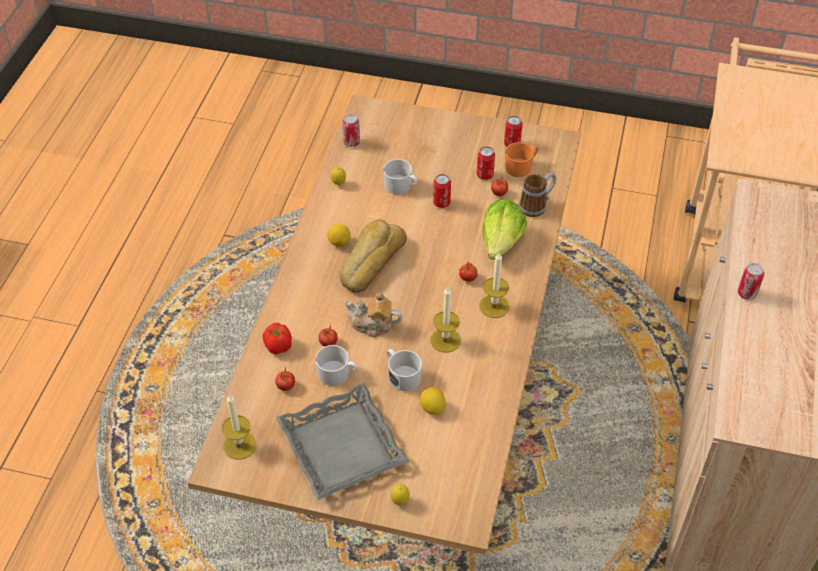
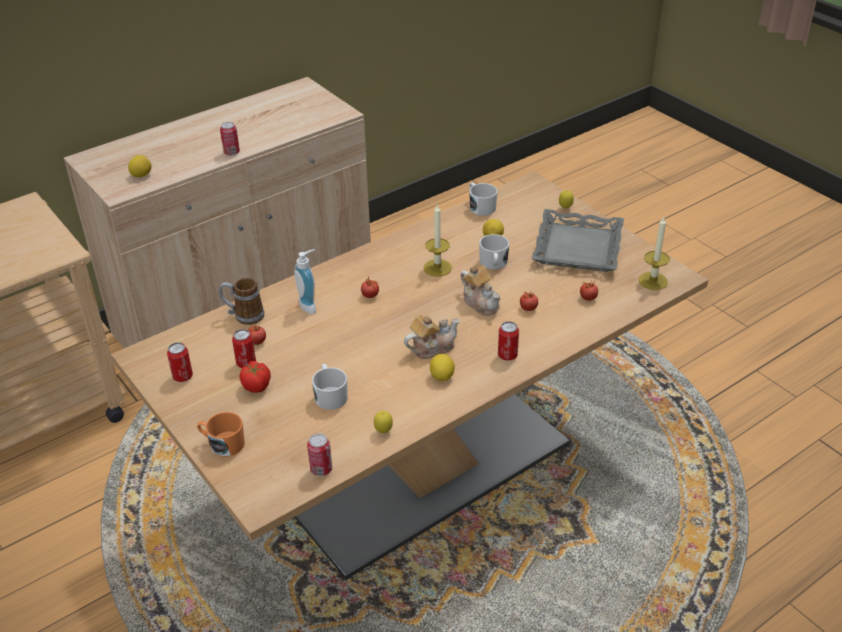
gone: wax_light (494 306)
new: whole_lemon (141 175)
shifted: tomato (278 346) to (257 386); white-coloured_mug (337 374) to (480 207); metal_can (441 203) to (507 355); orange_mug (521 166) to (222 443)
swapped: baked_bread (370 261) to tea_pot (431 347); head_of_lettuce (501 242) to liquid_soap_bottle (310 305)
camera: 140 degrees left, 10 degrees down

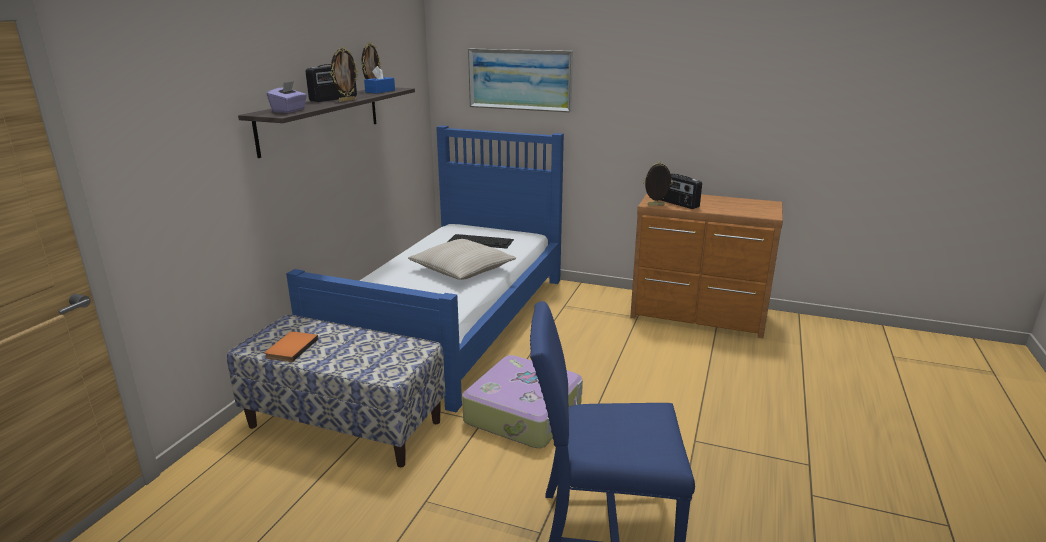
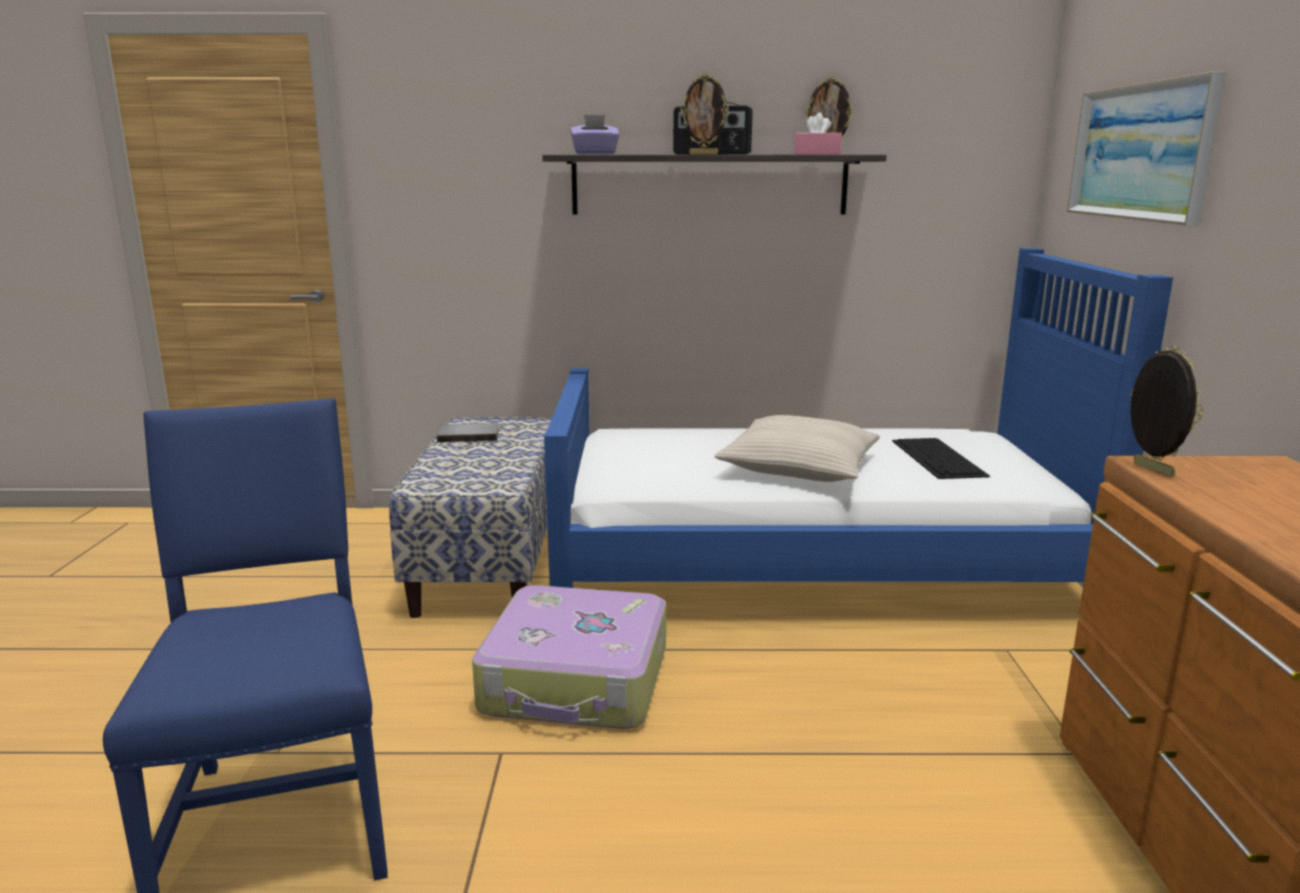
gone: radio_set (677 203)
repainted: orange_volume (290 348) to gray_volume (469 435); blue-coloured_box_of_tissues (380 91) to pink-coloured_box_of_tissues (817 154)
camera: 70 degrees right, 5 degrees down

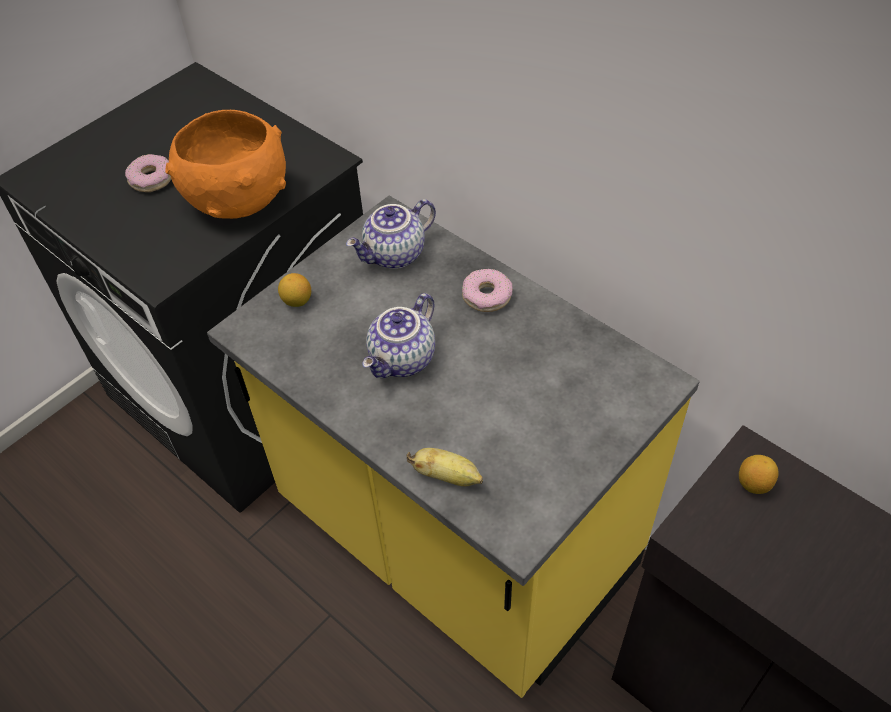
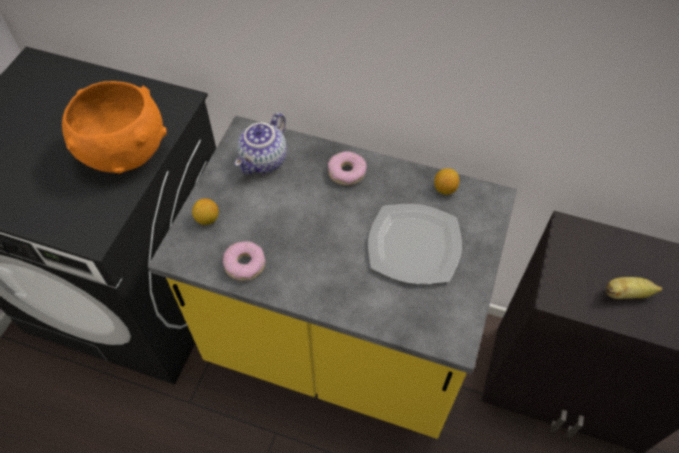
gone: tea_pot (403 360)
new: dinner_plate (415 244)
shifted: ring_doughnut (151 179) to (244 264); whole_banana (447 476) to (626 294); whole_lemon (753 484) to (445 189)
camera: 25 degrees left, 5 degrees up

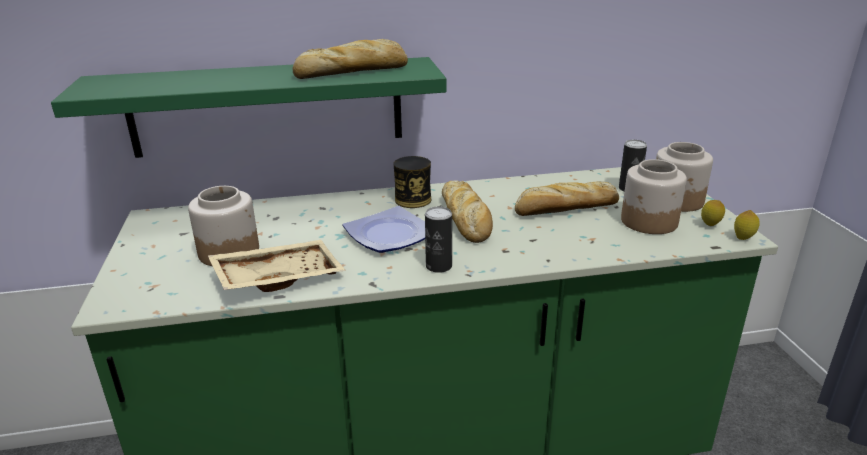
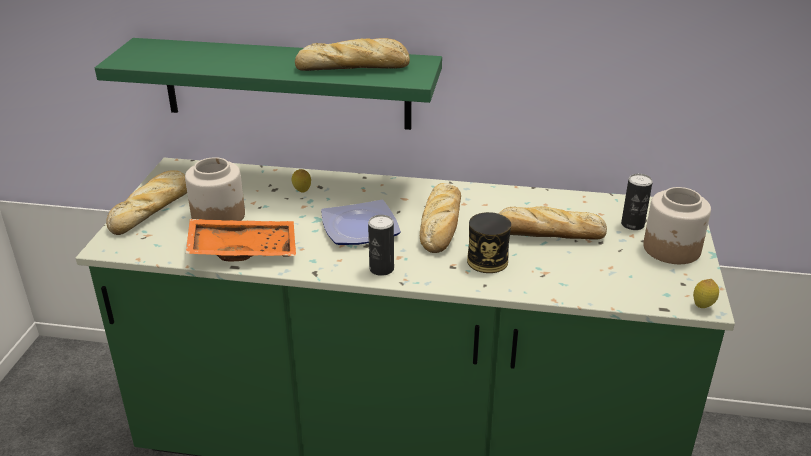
gone: jar (649 222)
new: baked_bread (153 208)
shifted: metal_can (413 200) to (487 261); whole_lemon (710 226) to (302 192)
repainted: beige_tray (278 277) to orange_tray (243 249)
camera: 20 degrees right, 5 degrees up

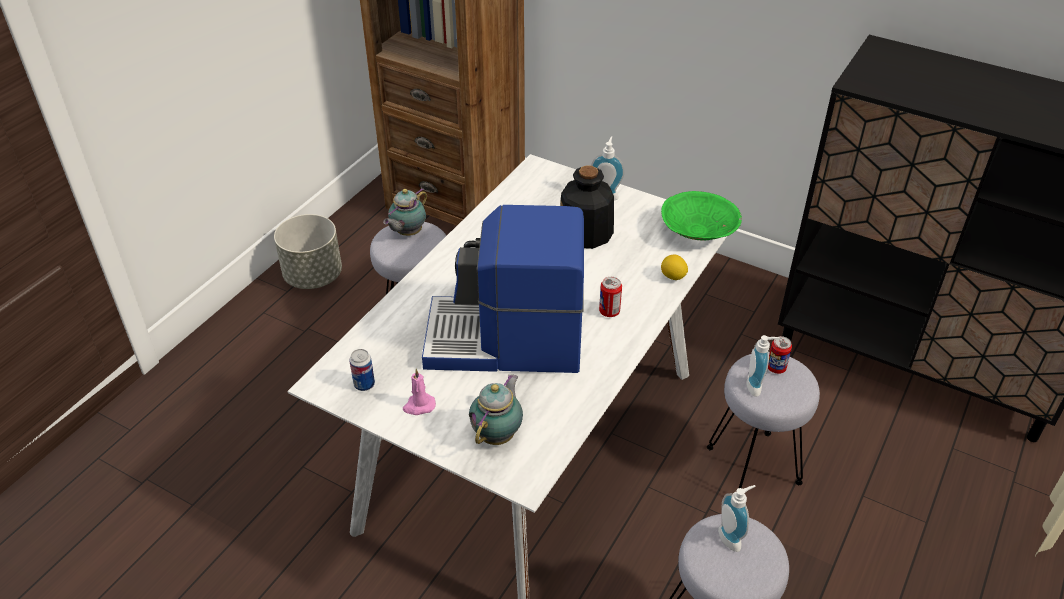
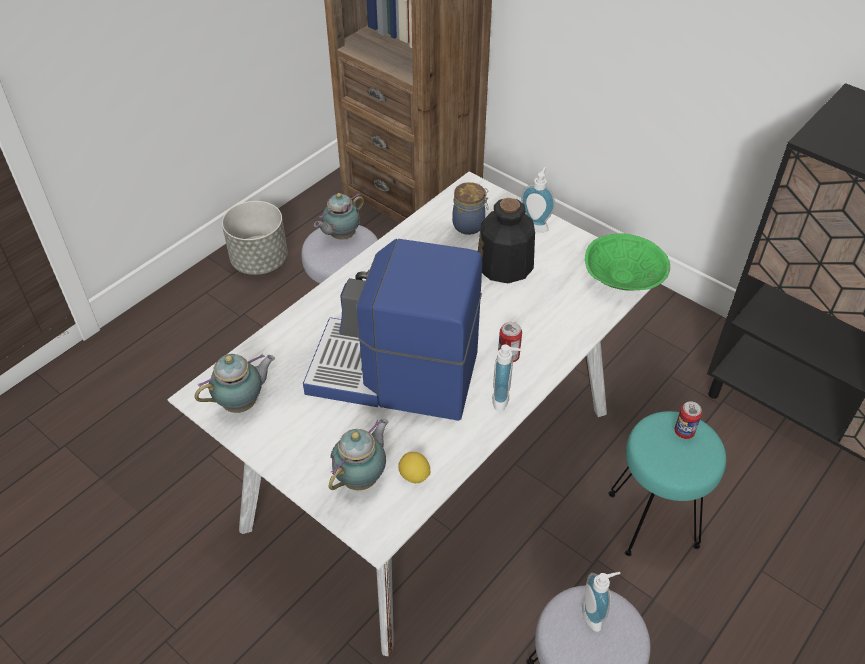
gone: pink-coloured_wax_light (419 406)
new: jar (470 225)
shifted: whole_lemon (673 277) to (414 476); liquid_soap_bottle (757 386) to (504 399)
swapped: metal_can (364 384) to tea_pot (243 403)
repainted: gray_stool_seat (753 466) to turquoise-coloured_stool_seat (652 521)
camera: 10 degrees right, 5 degrees up

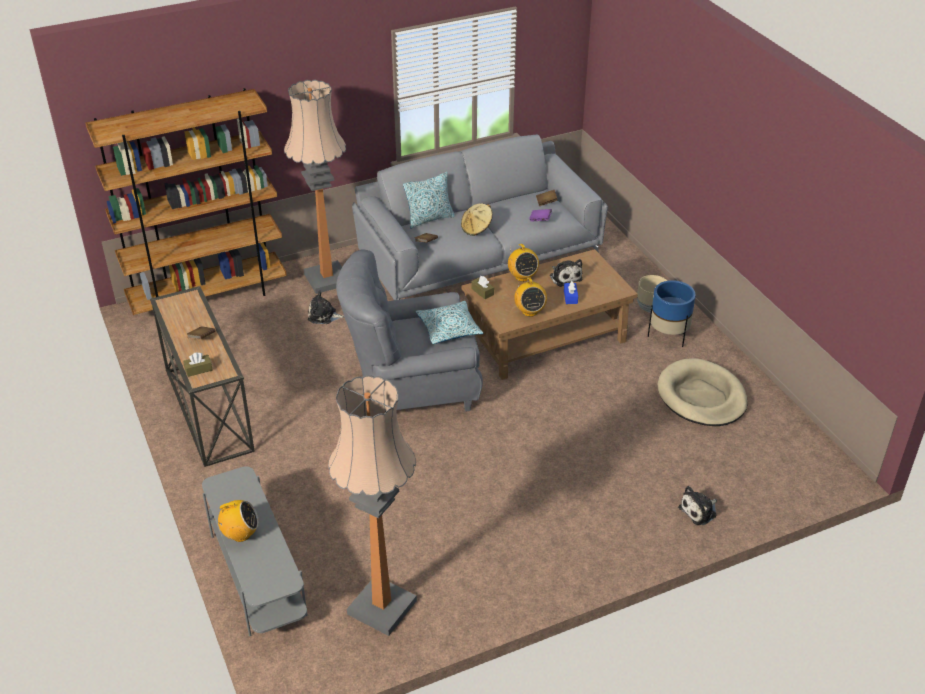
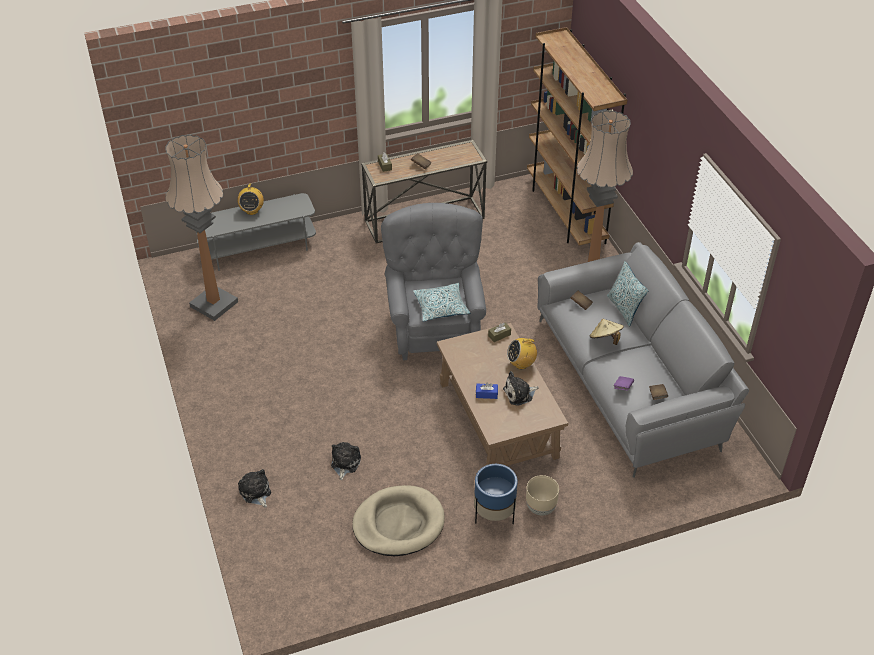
gone: radio_set (529 311)
shifted: soft_toy (324 316) to (345 463)
camera: 95 degrees right, 5 degrees up

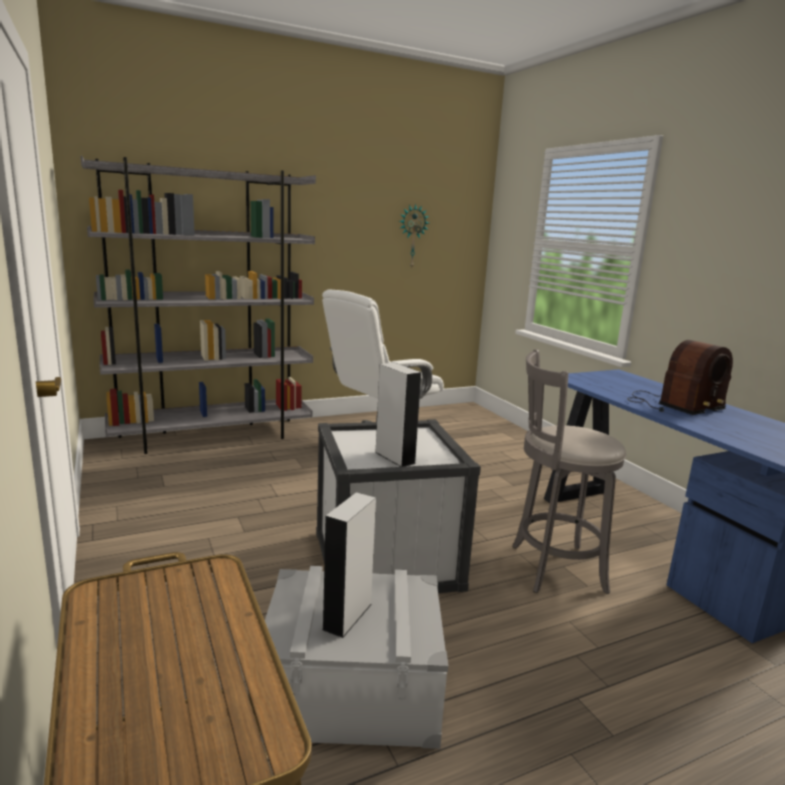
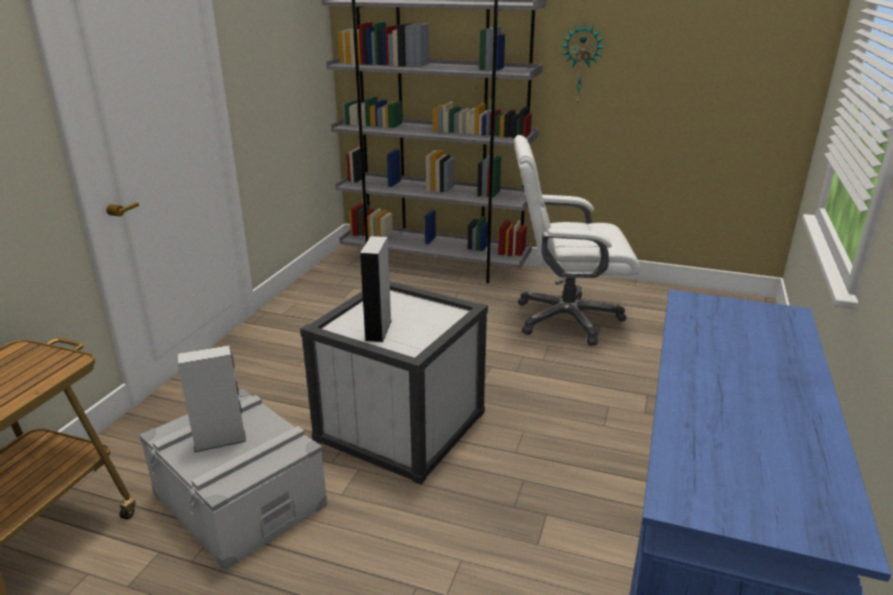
gone: gray_stool_seat (552 568); radio_set (673 405)
shifted: wall_clock (412 236) to (581 64)
camera: 45 degrees right, 10 degrees up

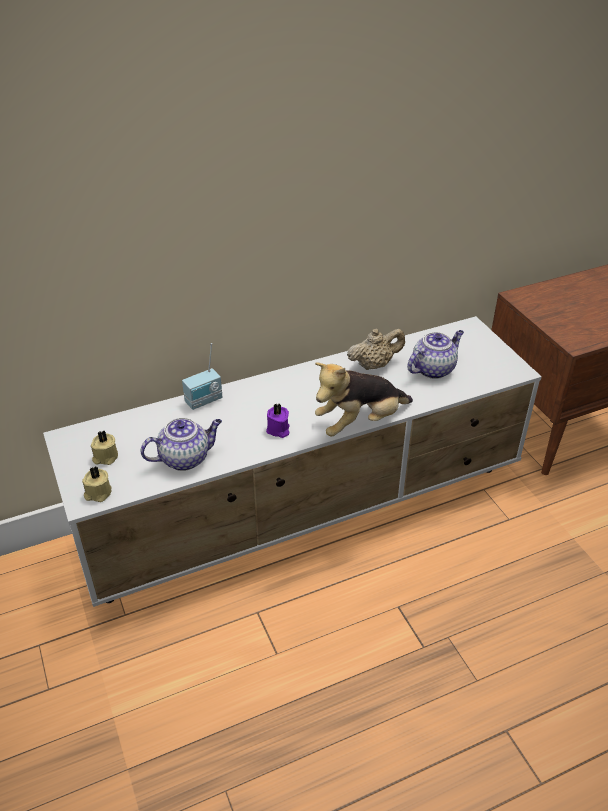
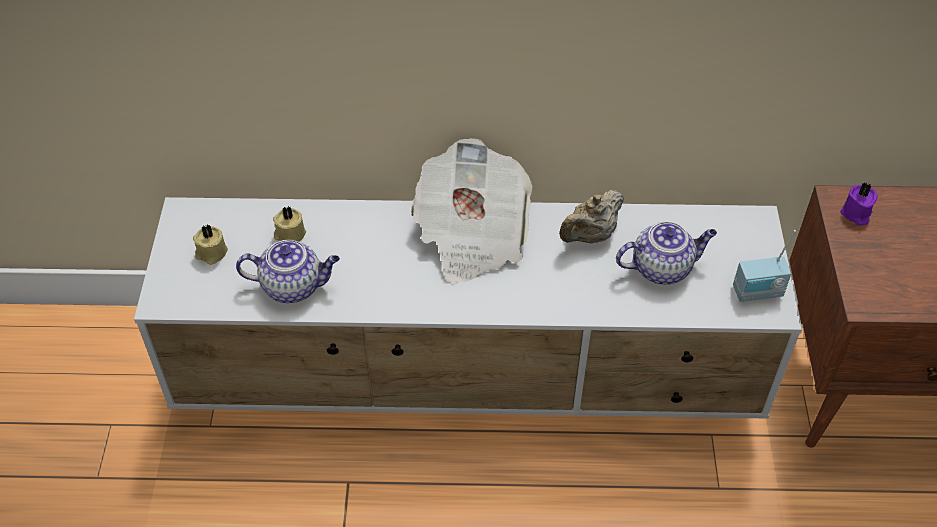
gone: soft_toy (360 423)
new: newspaper (471 235)
shifted: beige_wax_light (98 493) to (289 234); radio_set (204 401) to (758 293); purple-coloured_wax_light (278 430) to (856 214)
rotated: beige_tea_pot (374 365) = (590 236) 135 degrees clockwise
camera: 25 degrees right, 10 degrees up

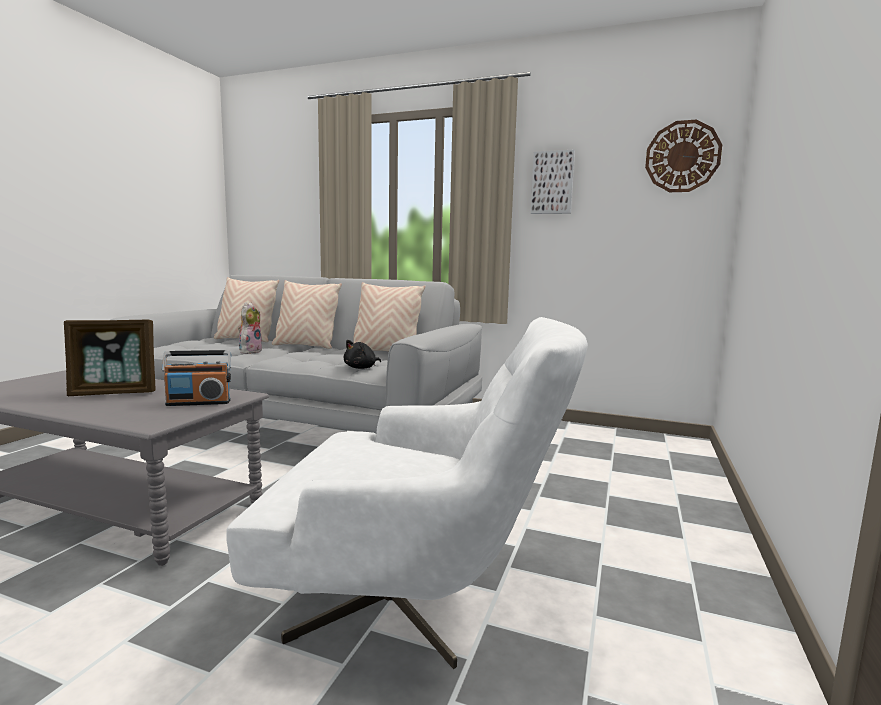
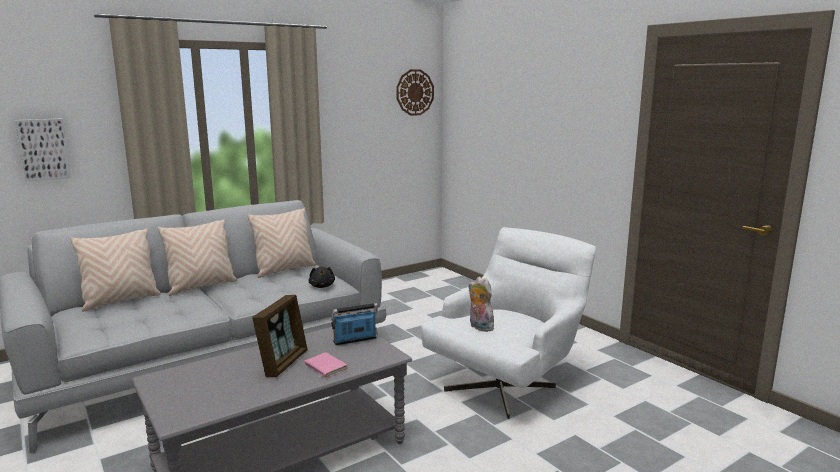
new: pink-coloured_volume (324 368)
shifted: soft_toy (250 351) to (479 327); wall_picture (552 183) to (43 149)
rotated: radio_set (199 403) = (355 340) 135 degrees counterclockwise
camera: 55 degrees left, 5 degrees up

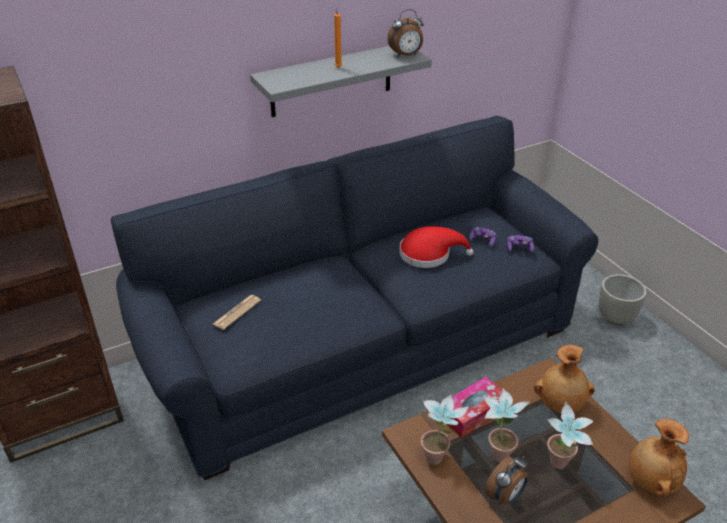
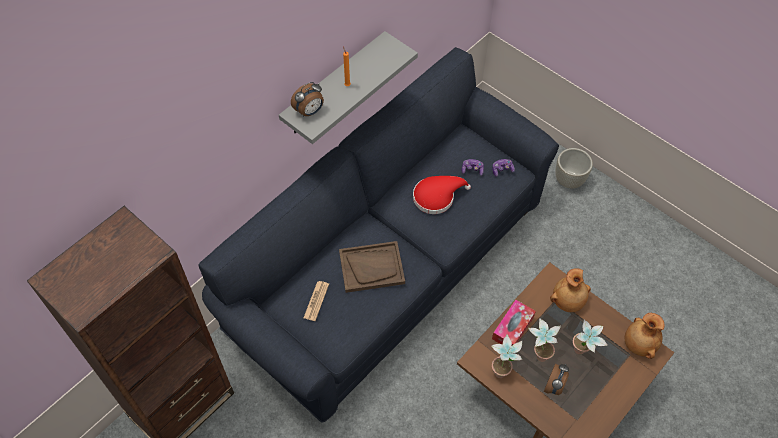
new: brown_tray (372 267)
shifted: alarm_clock (406 56) to (309 112)
camera: 20 degrees left, 20 degrees up

